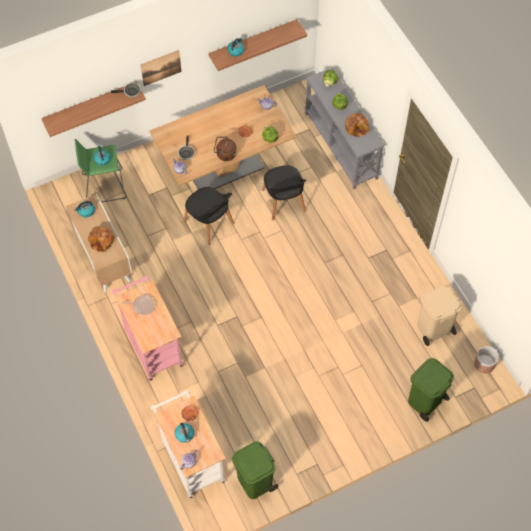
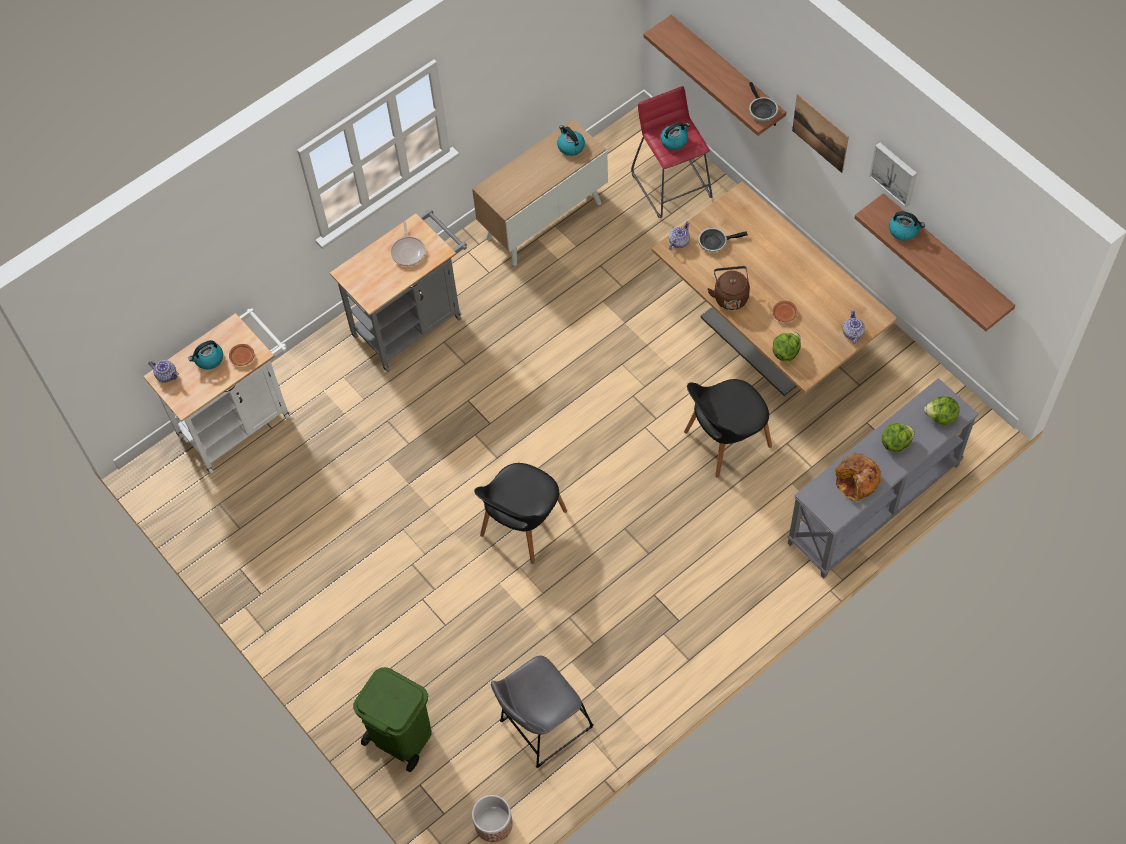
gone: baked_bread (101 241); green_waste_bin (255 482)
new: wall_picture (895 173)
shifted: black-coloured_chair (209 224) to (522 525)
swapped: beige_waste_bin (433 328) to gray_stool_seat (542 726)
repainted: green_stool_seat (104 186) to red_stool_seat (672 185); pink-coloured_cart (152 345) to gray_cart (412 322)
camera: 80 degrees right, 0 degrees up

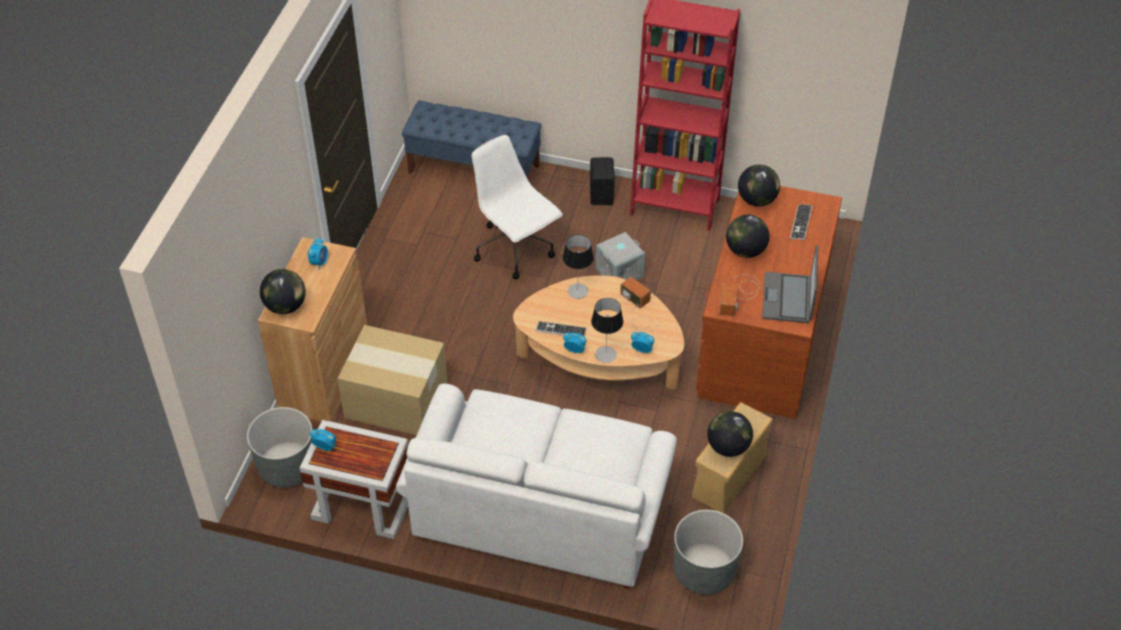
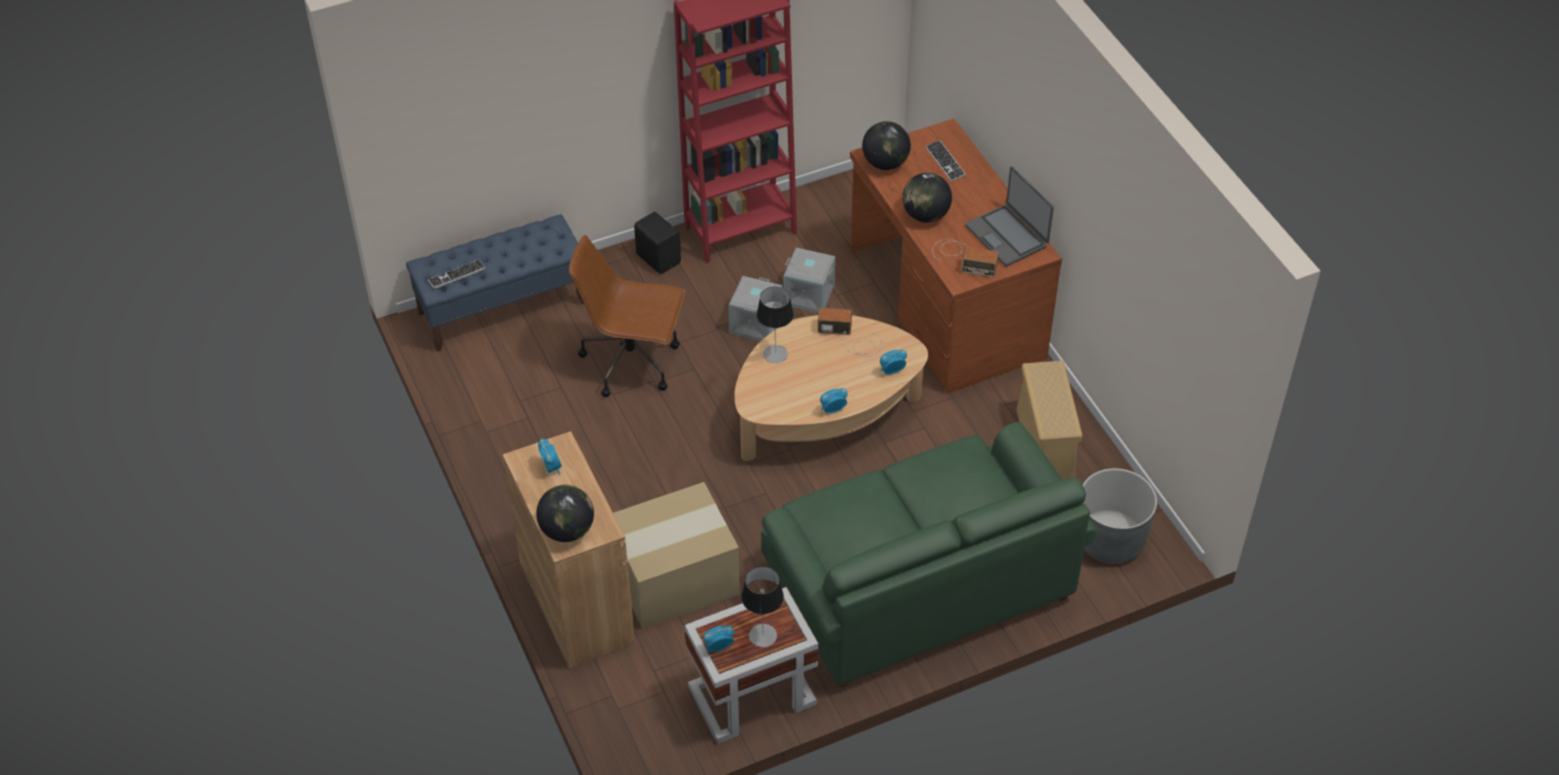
gone: gray_planter (287 467); desk_globe (728 447)
new: gray_storage_box (809 294)
shifted: computer_keyboard (561 330) to (456 275); lamp_for_a_table (606 354) to (763 635)
repainted: white-coloured_sofa (541 507) to green_sofa (916 583); white-coloured_desk_chair (515 250) to brown_desk_chair (632 362)
rotated: radio_set (739 295) = (963 258) 45 degrees counterclockwise
camera: 40 degrees left, 0 degrees up

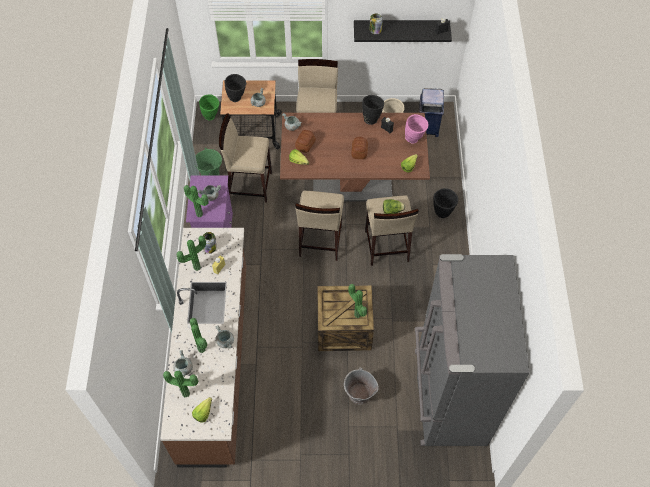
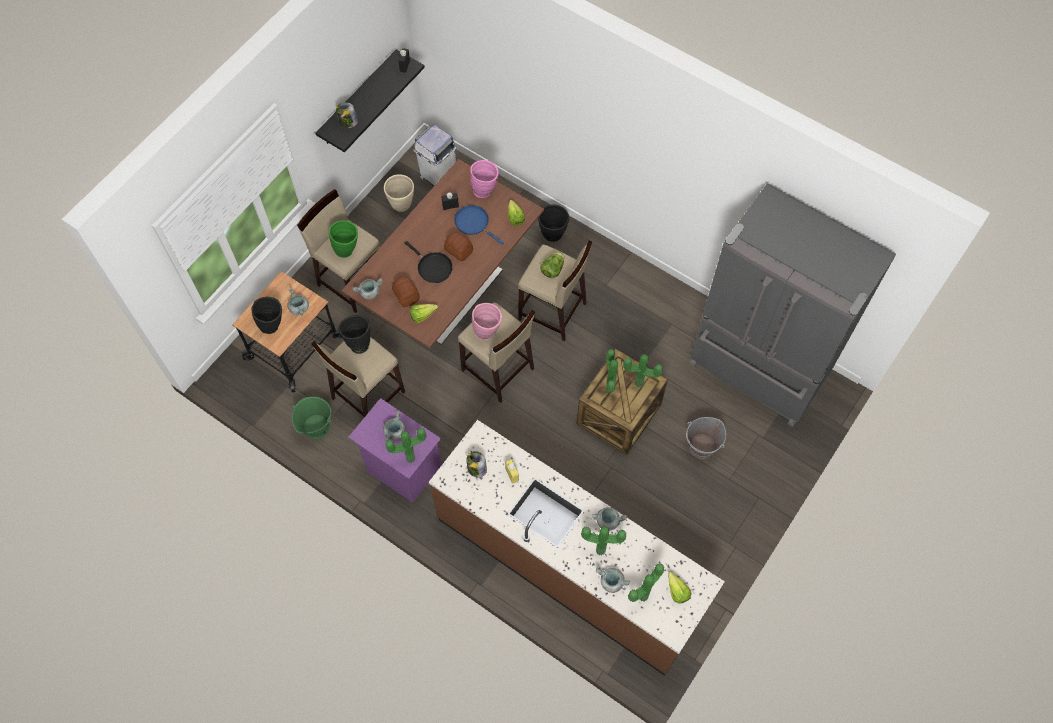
new: black-coloured_pan (433 267); blue-coloured_pan (474 223); pink-coloured_flower_vase (488 331)
shifted: plant_in_a_pot (196 266) to (608 389); green_flower_vase (211 117) to (348 249); black-coloured_flower_vase (371 118) to (358 343)
repainted: blue-coloured_waste_bin (427 128) to white-coloured_waste_bin (438 177)
camera: 55 degrees left, 5 degrees up

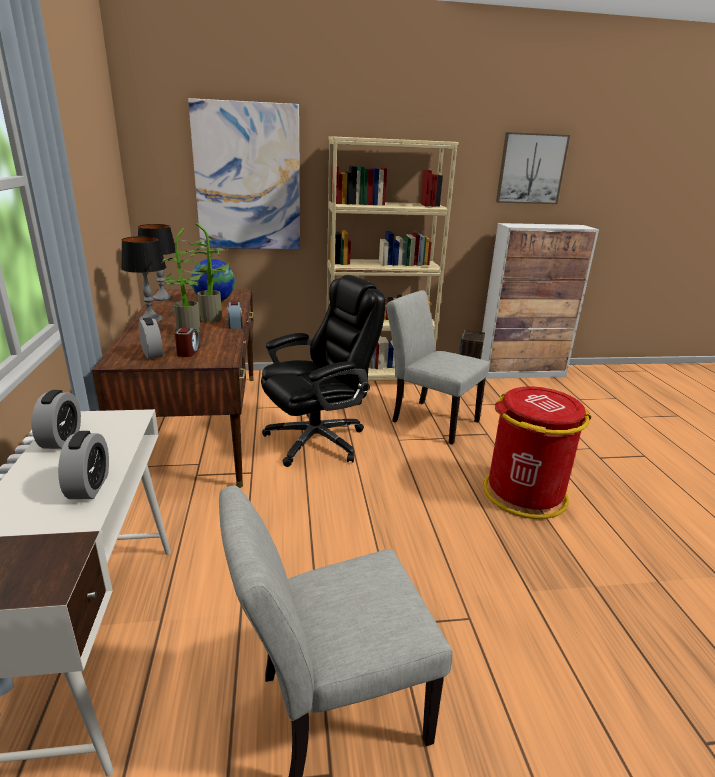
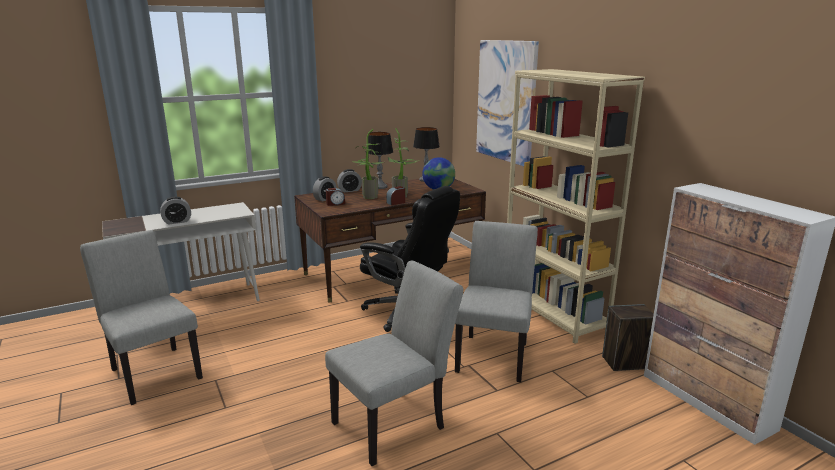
gone: wall_picture (531 169)
shifted: alarm_clock (61 439) to (349 190)
swapped: red_waste_bin (524 493) to gray_chair (395 422)
camera: 70 degrees right, 5 degrees down

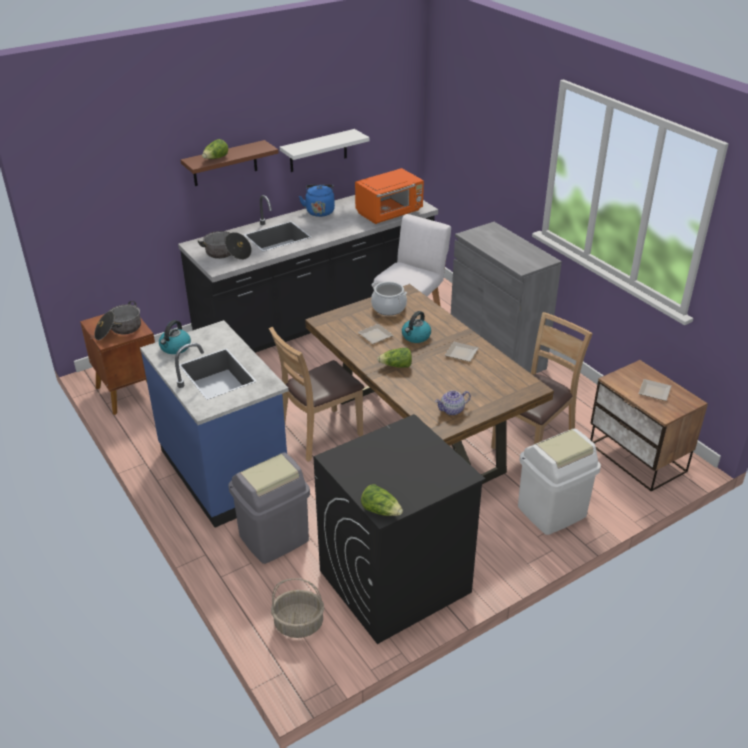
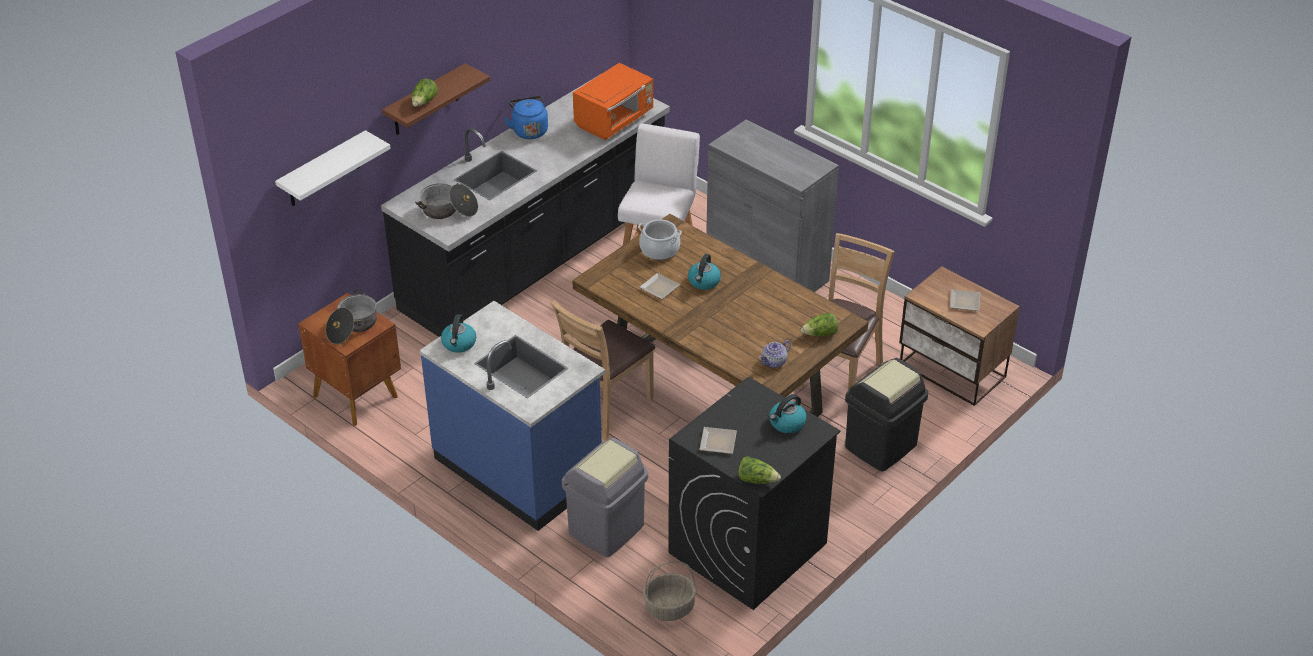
new: water_kettle (786 423)
shifted: white-coloured_wall_shelf (318 151) to (323 170); head_of_lettuce (396 366) to (820 334); dinner_plate (460 353) to (716 443)
repainted: white-coloured_waste_bin (552 512) to black-coloured_waste_bin (881 447)
camera: 15 degrees left, 5 degrees up

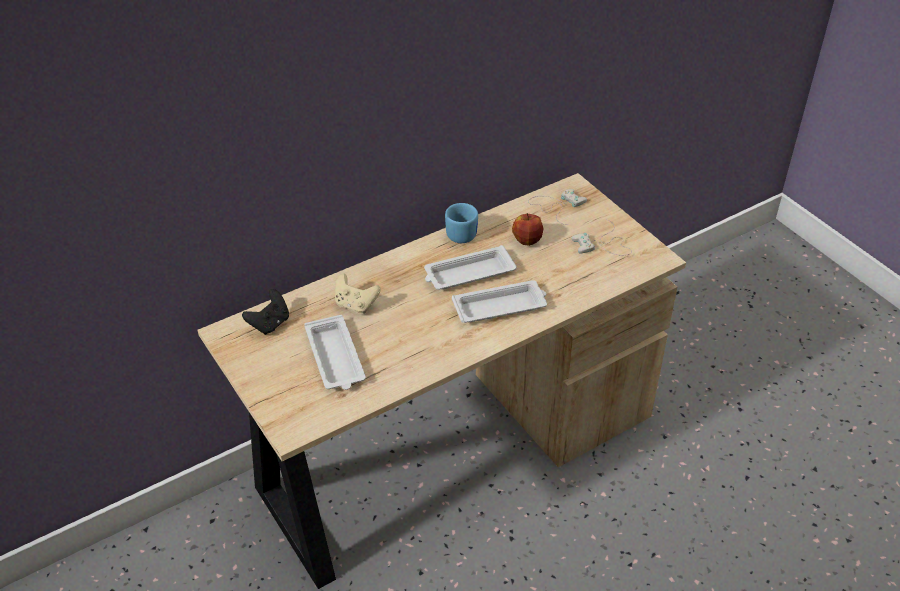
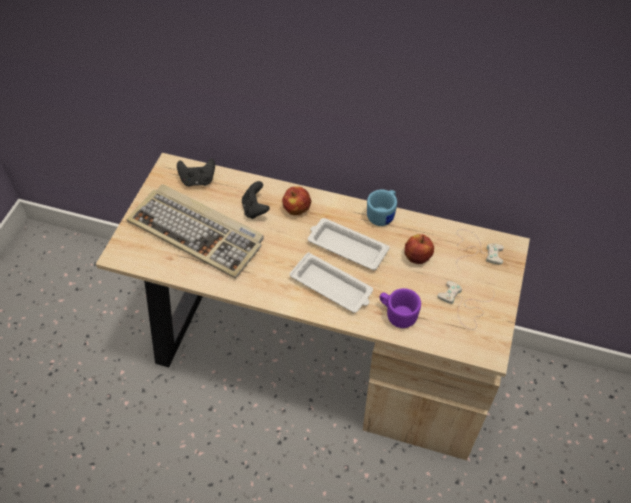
new: whole_apple (297 209); purple-coloured_mug (397 314)
swapped: white-coloured_tray (335 358) to computer_keyboard (198 233)
repainted: beige_joypad (355 305) to black-coloured_joypad (255 209)
camera: 50 degrees right, 10 degrees up

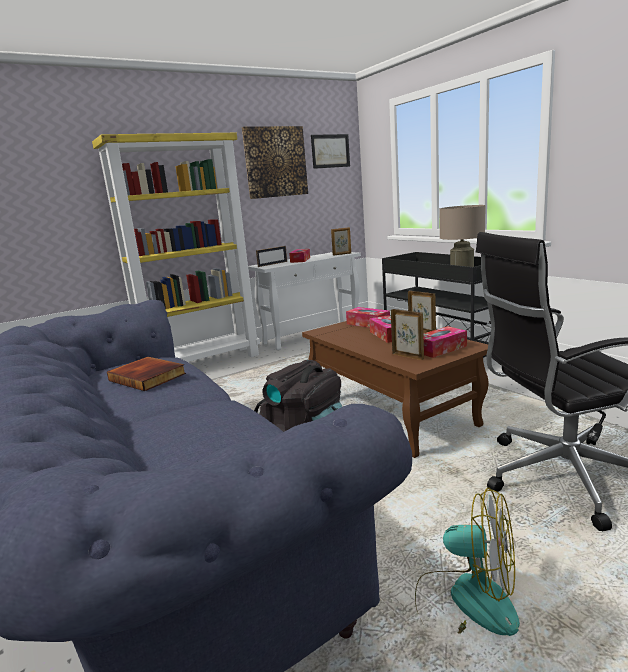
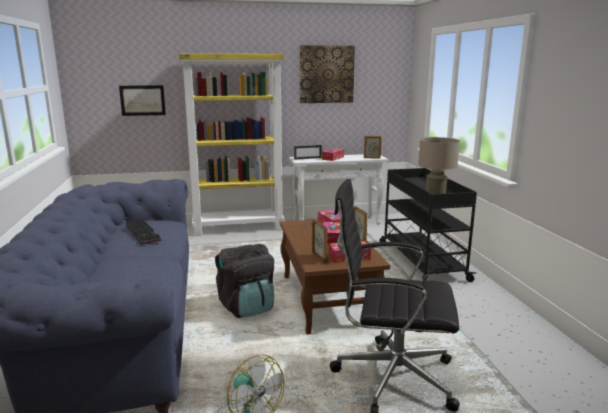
shifted: wall_picture (330 151) to (142 100)
swapped: volume (148 376) to computer_keyboard (144 233)
camera: 20 degrees right, 0 degrees up

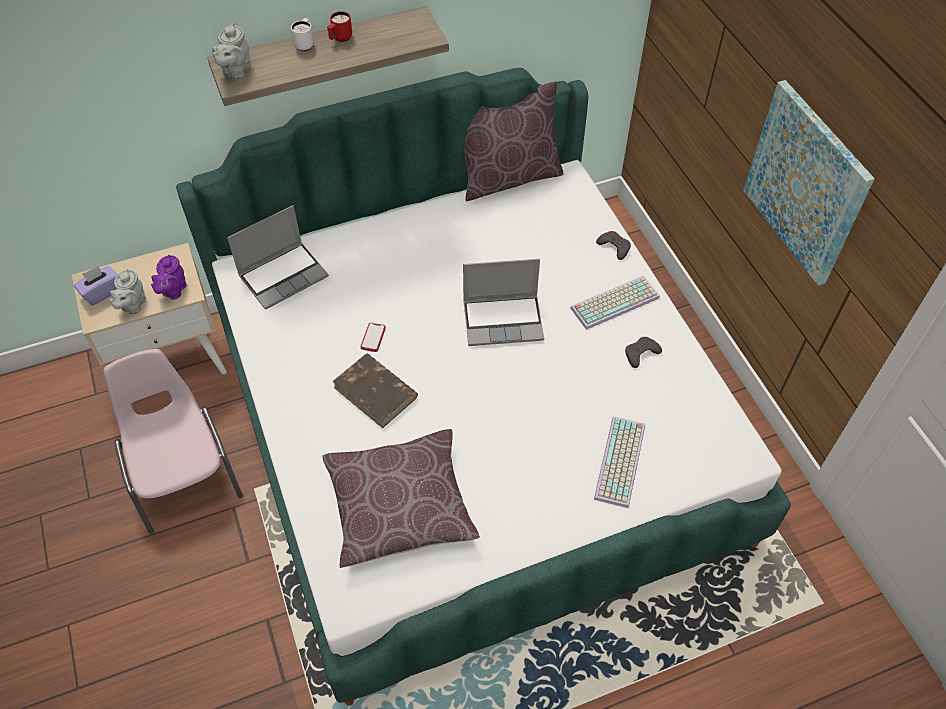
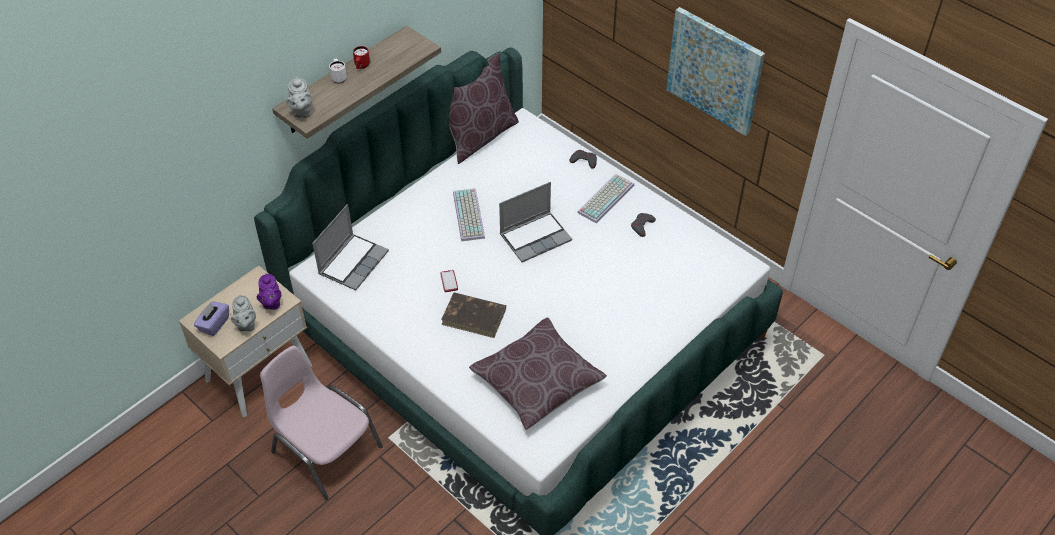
shifted: computer_keyboard (621 463) to (470 215)
camera: 25 degrees left, 5 degrees down

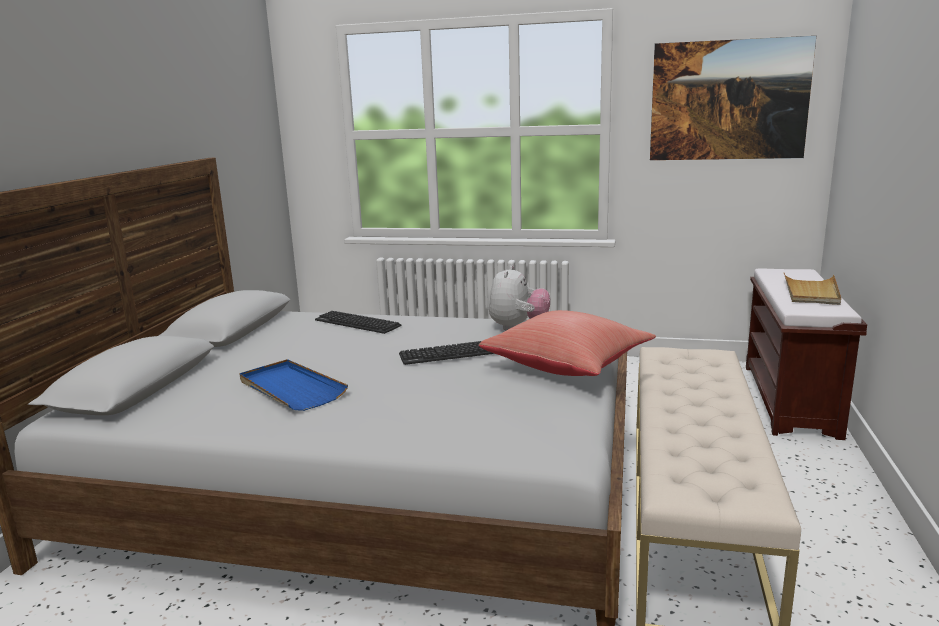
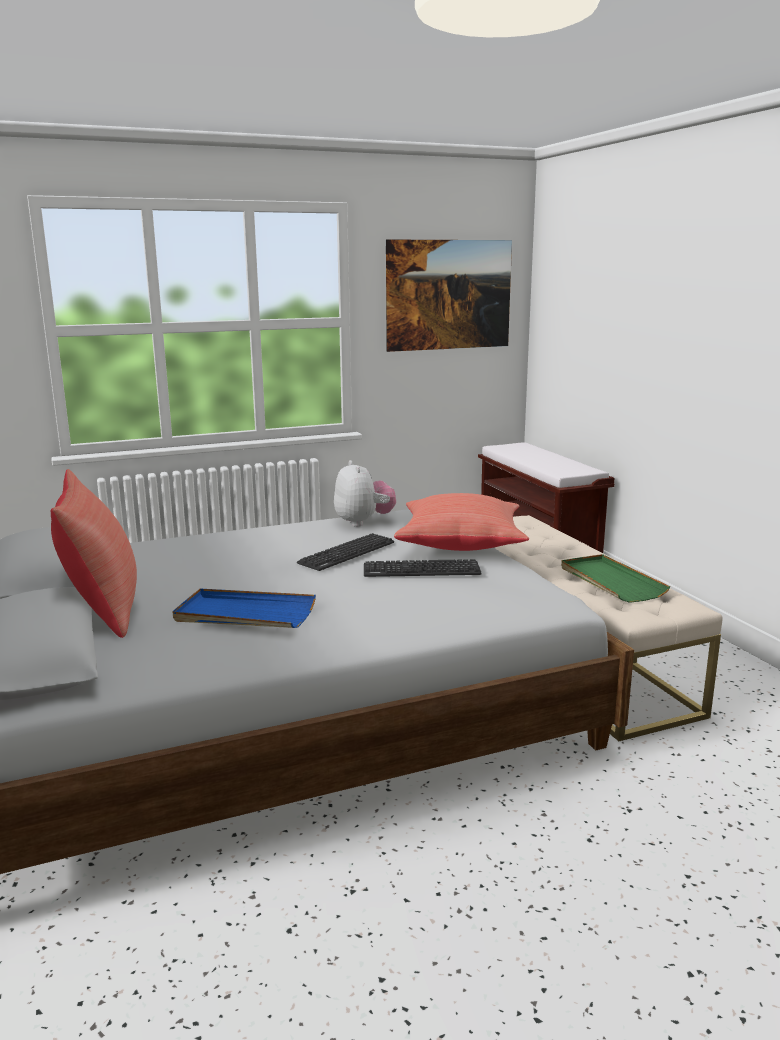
gone: beige_tray (811 292)
new: red_cushion (103 609); green_tray (610 581)
shifted: computer_keyboard (357 323) to (421 570)
camera: 35 degrees left, 0 degrees up

